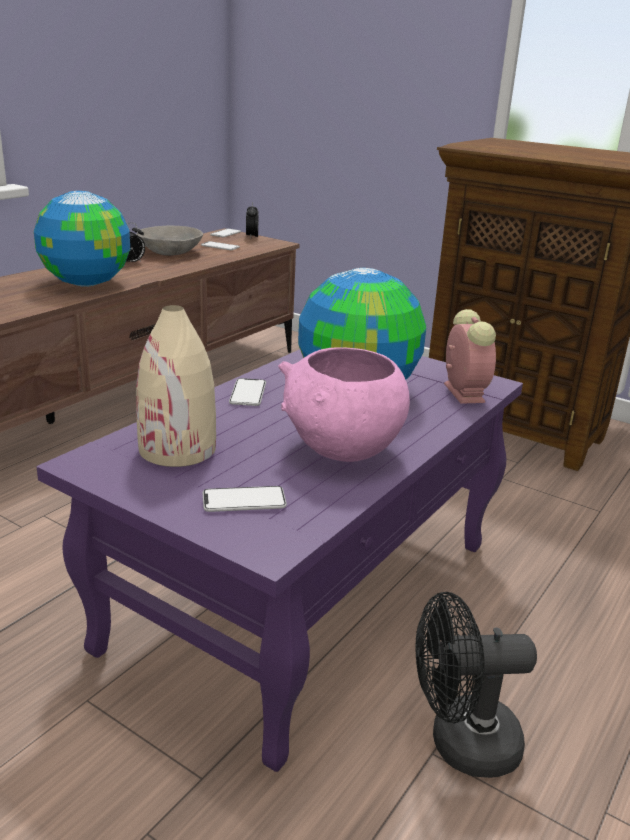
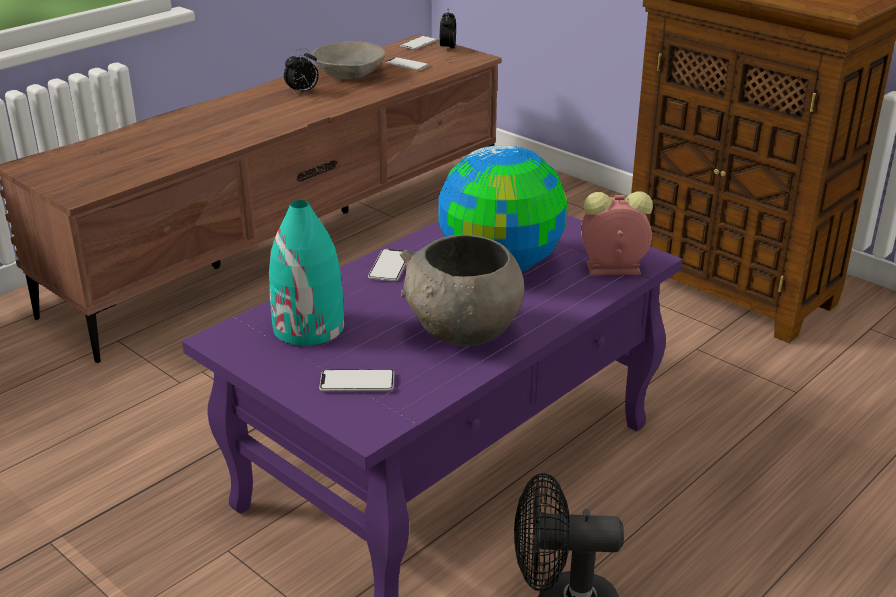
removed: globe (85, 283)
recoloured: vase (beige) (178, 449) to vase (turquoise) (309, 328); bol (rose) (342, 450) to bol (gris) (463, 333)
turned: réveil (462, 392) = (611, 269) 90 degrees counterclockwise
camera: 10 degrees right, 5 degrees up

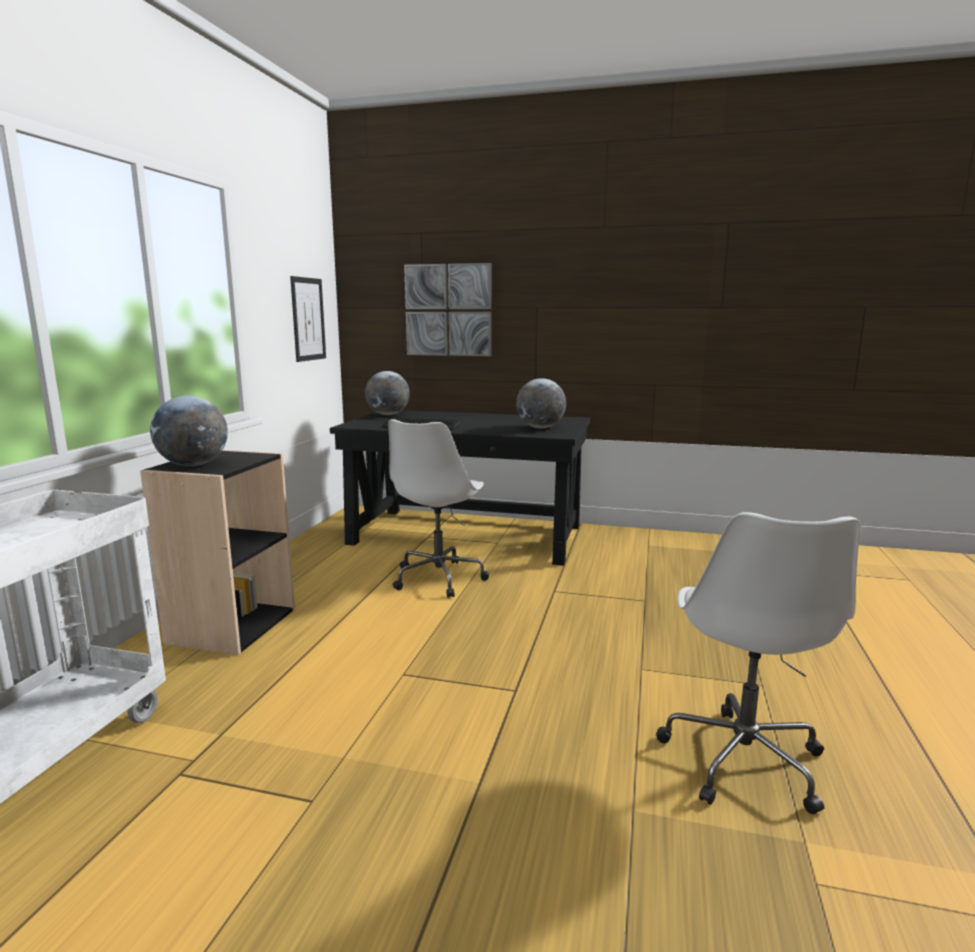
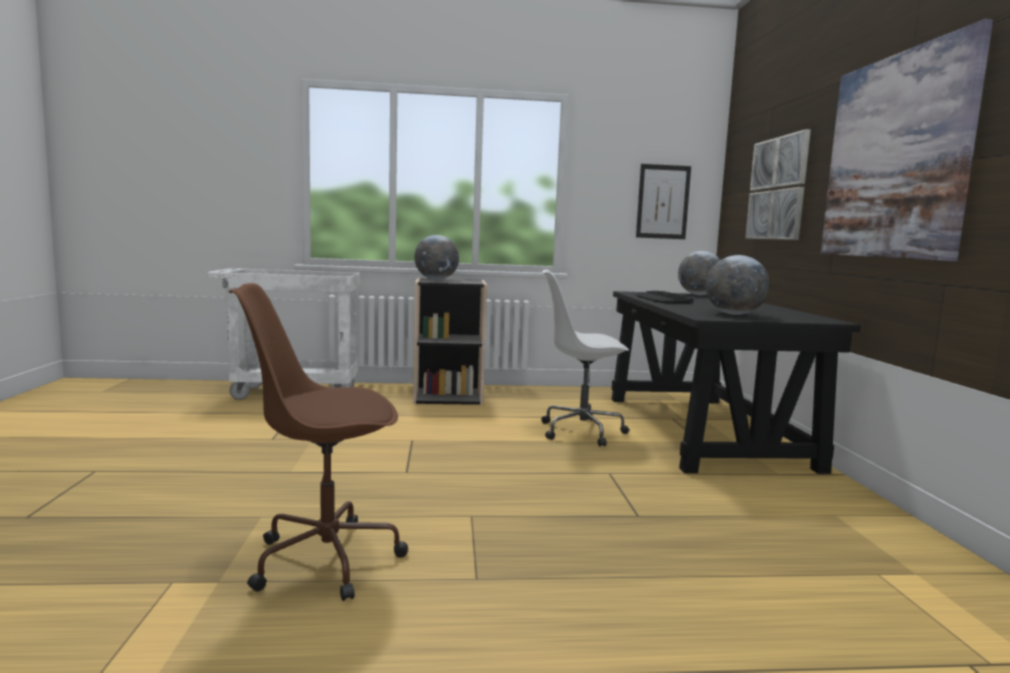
added: tableau (895, 157)
recoloured: chaise de bureau (blanc) (744, 764) to chaise de bureau (marron) (322, 560)
camera: 70 degrees right, 5 degrees down

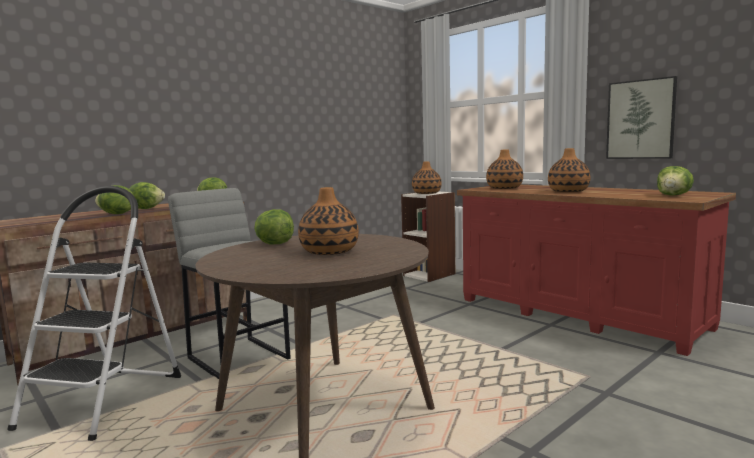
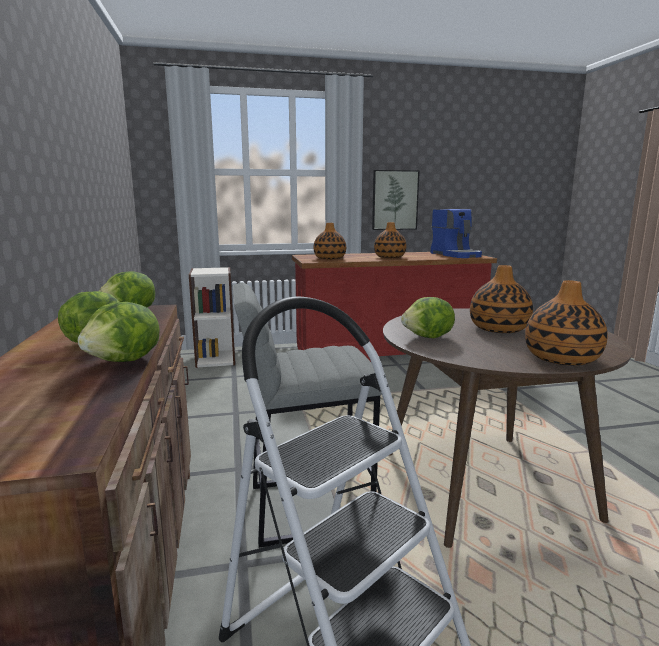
moved: vase (426, 193) to (561, 359)
replaced: laitue (673, 195) to machine à café (456, 255)
camera: 60 degrees left, 5 degrees up

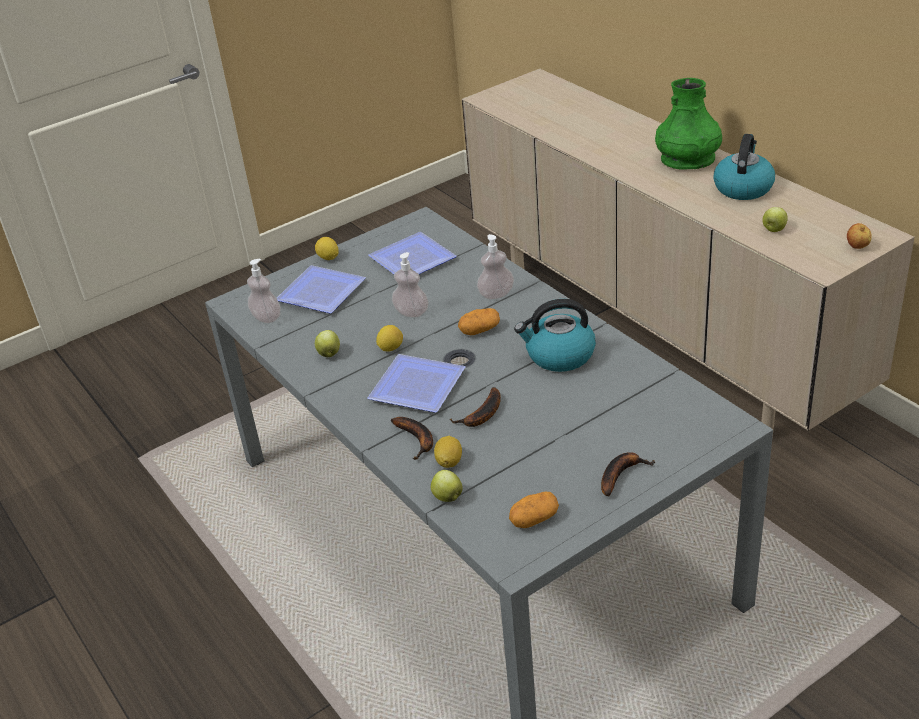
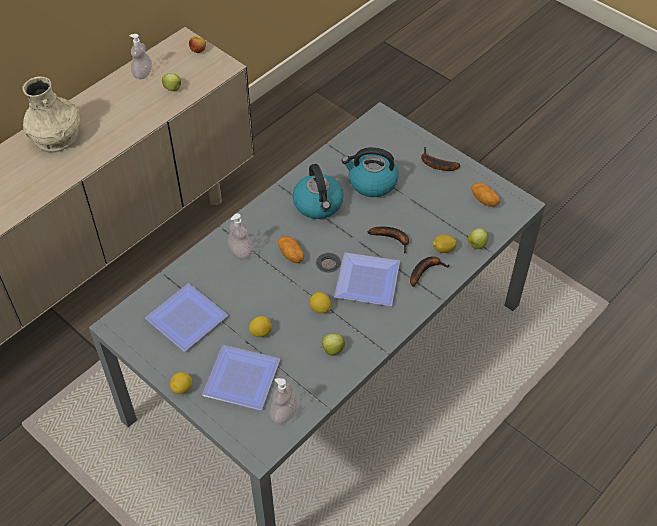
added: citron (260, 332)
moved: distributeur de savon (411, 312) to (142, 74); bouilloire (743, 187) to (371, 183)
recoloured: vase (vert) (688, 160) to vase (beige) (56, 136)
camera: 105 degrees left, 15 degrees up

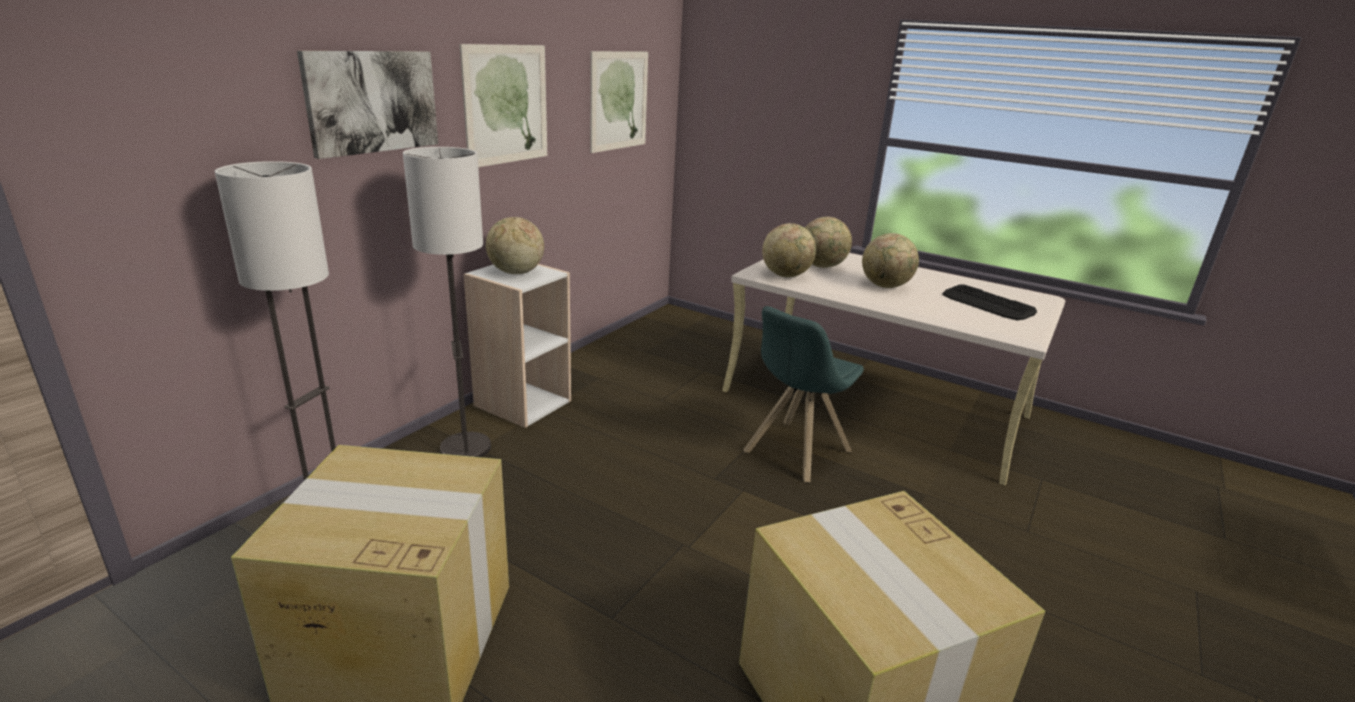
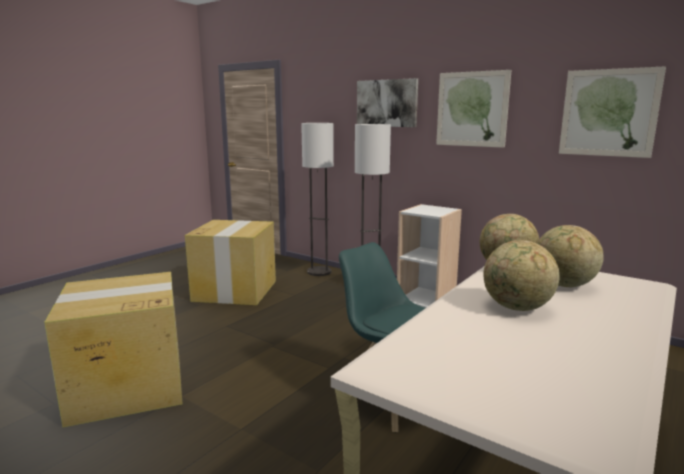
removed: globe (516, 272); clavier (987, 304)
camera: 95 degrees right, 10 degrees down

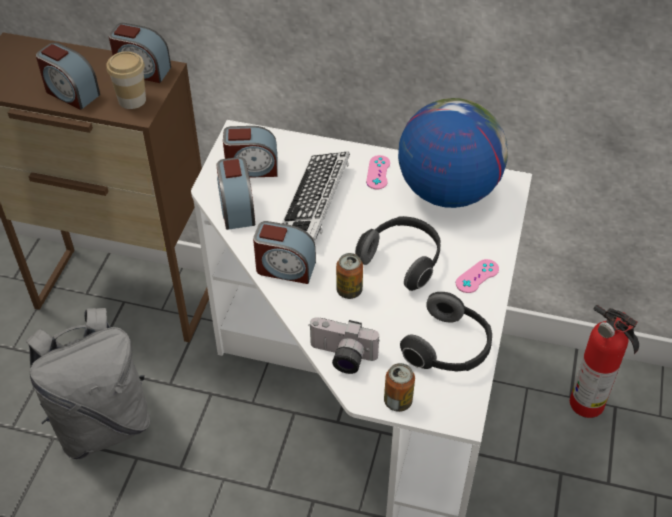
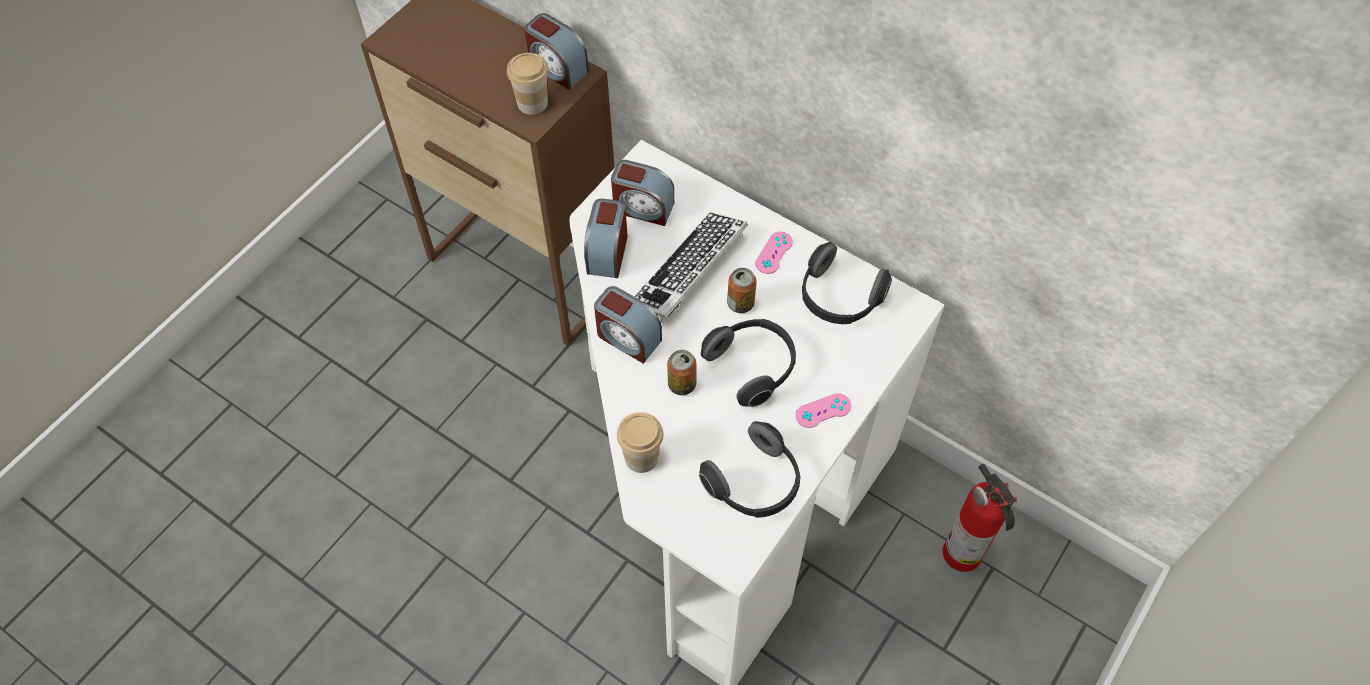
removed: sac à dos (gris) (102, 423); réveil (71, 93)
moved: boîte métallique (398, 401) to (740, 303)
replaced: appareil photo (341, 357) to tasse (641, 457); globe (447, 191) to casque audio (838, 299)
camera: 20 degrees right, 10 degrees up

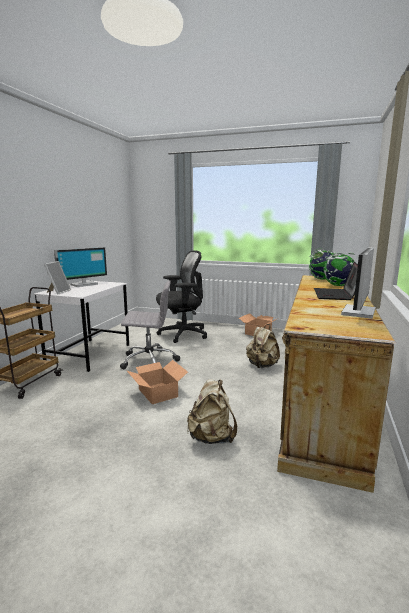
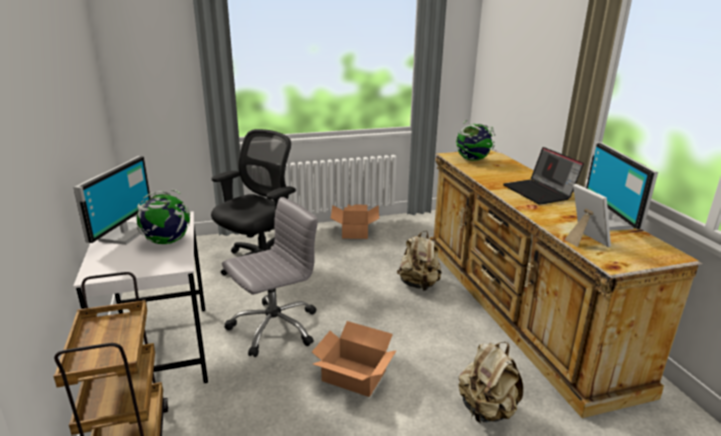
moved: globe (338, 286) to (167, 242); cadre photo (58, 292) to (584, 240)
camera: 35 degrees left, 10 degrees up

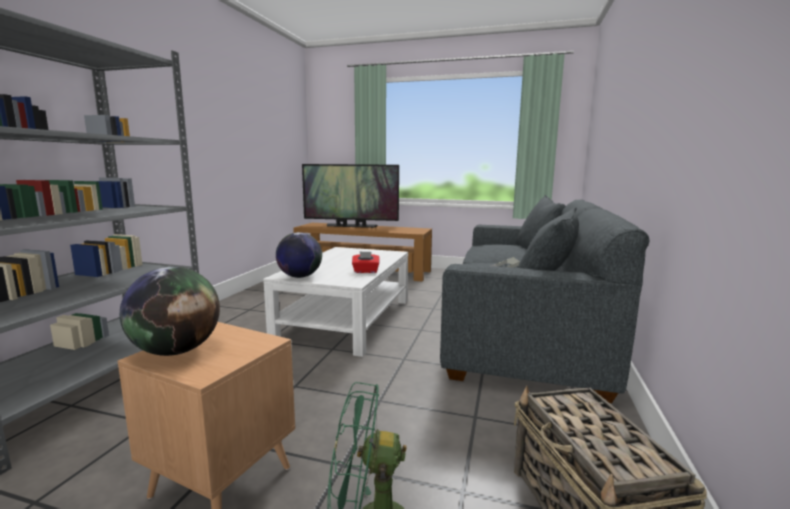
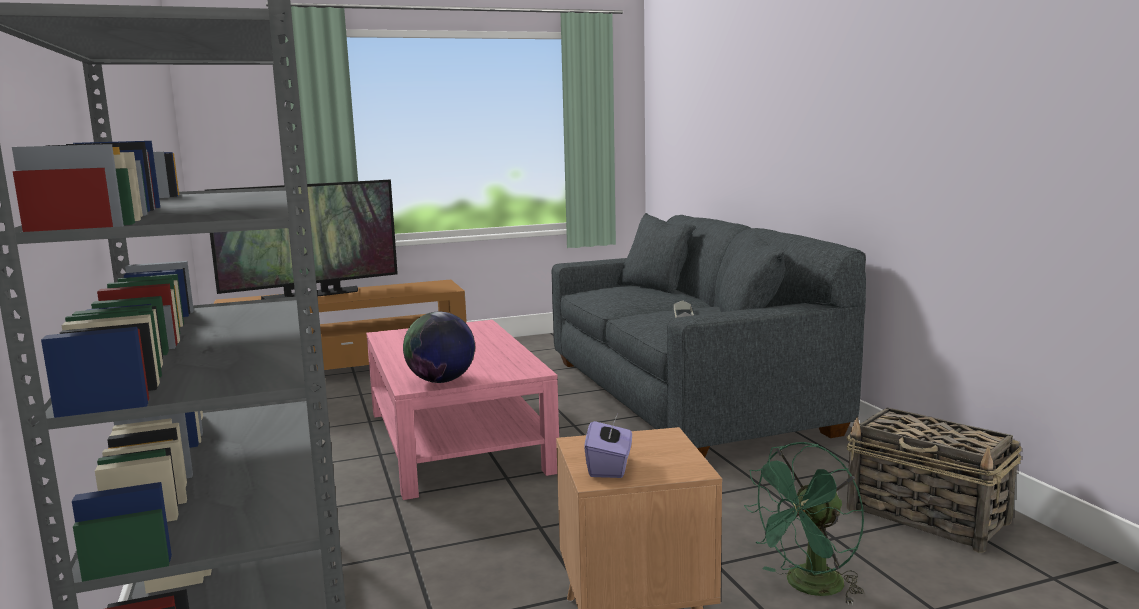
removed: boîte à mouchoirs (rouge) (365, 271)
replaced: globe (176, 351) to boîte à mouchoirs (violet) (609, 467)
recoloured: table basse (blanc) (346, 320) to table basse (rose) (457, 441)
camera: 35 degrees left, 0 degrees up

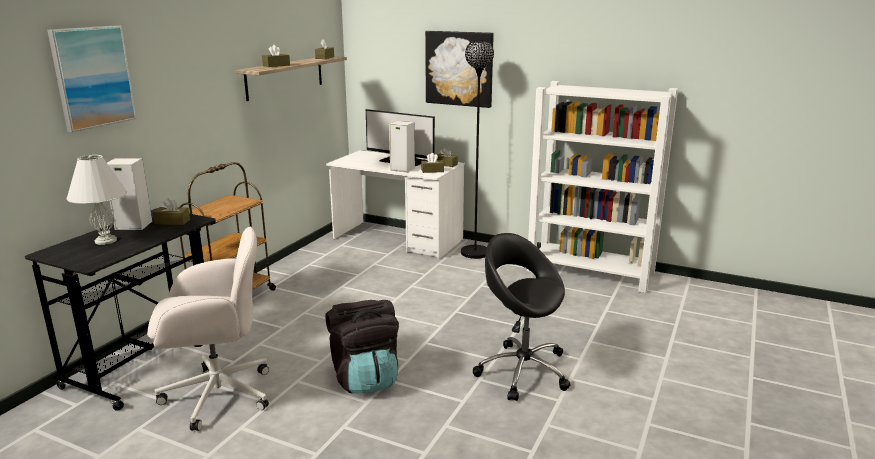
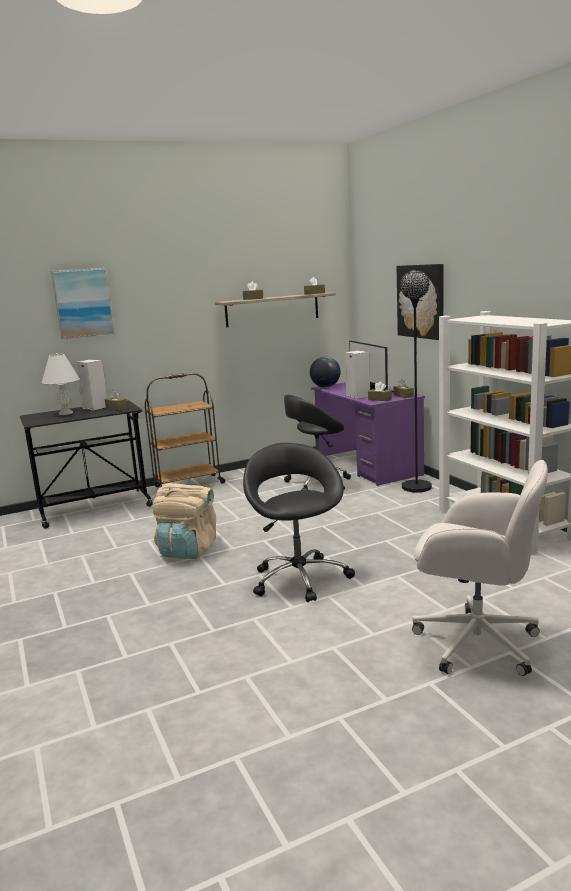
added: chaise de bureau (noir) (317, 483); globe (325, 387)
moved: chaise de bureau (blanc) (218, 396) to (476, 644)
recoloured: sac à dos (noir) (365, 378) to sac à dos (beige) (188, 550); bureau (blanc) (398, 239) to bureau (violet) (367, 466)
camera: 40 degrees right, 5 degrees down

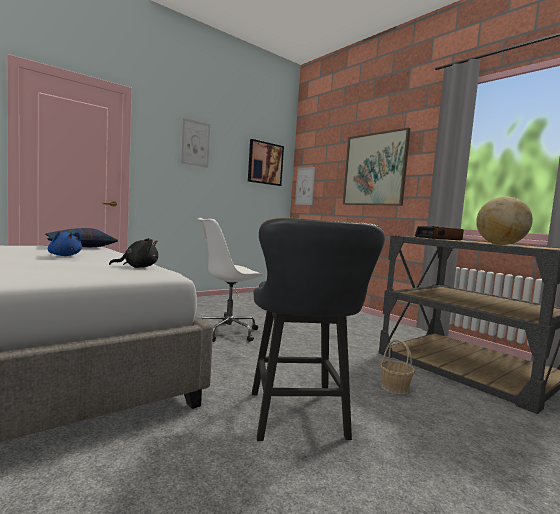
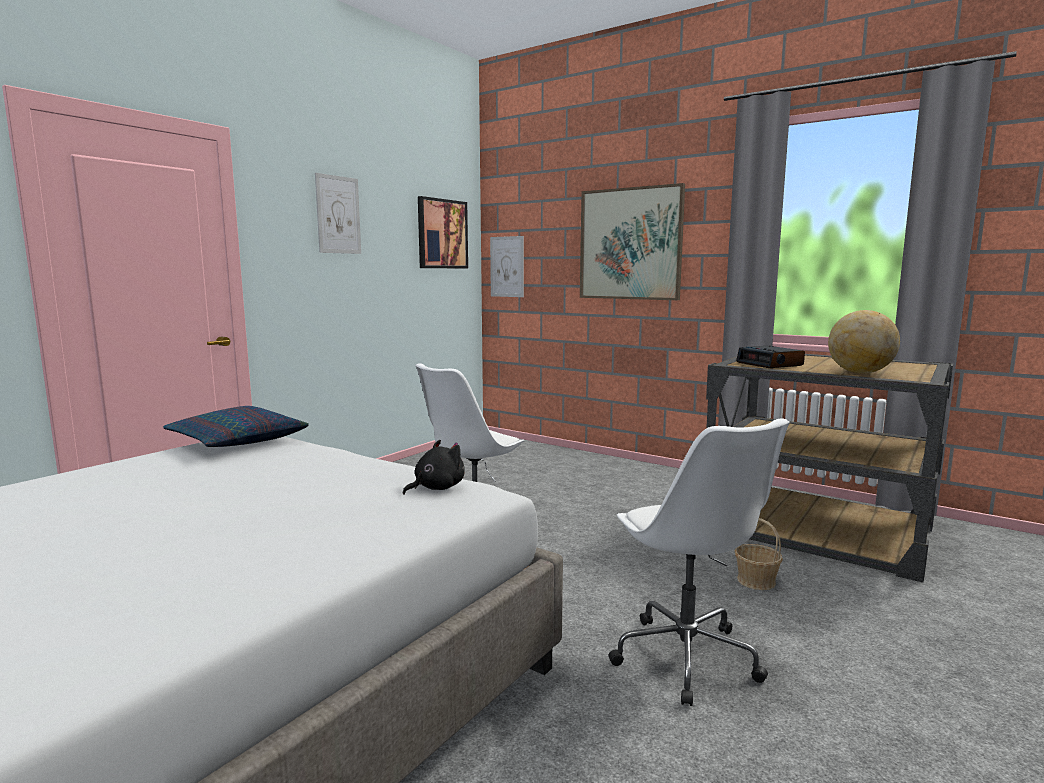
removed: peluche (bleu) (64, 255)
replaced: tabouret (gris) (299, 422) to chaise de bureau (blanc) (688, 660)
camera: 15 degrees left, 5 degrees up

